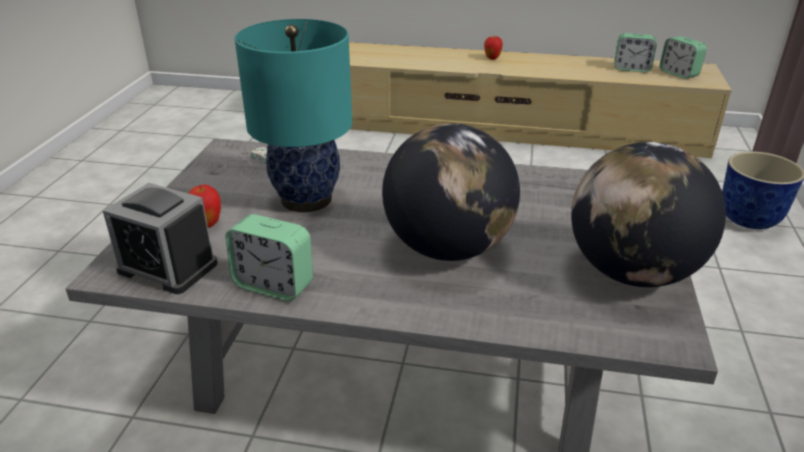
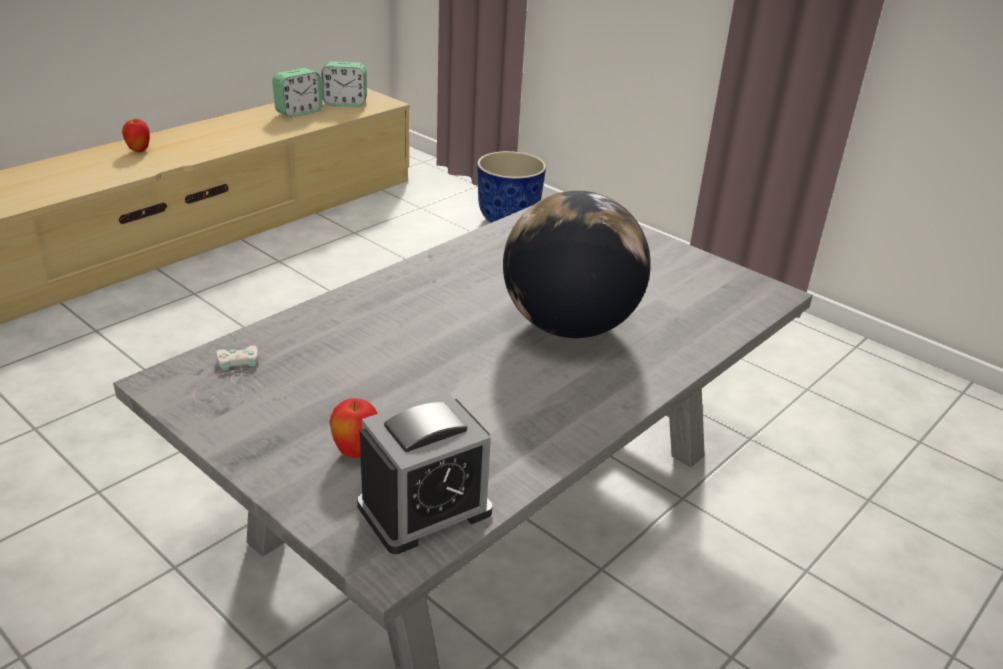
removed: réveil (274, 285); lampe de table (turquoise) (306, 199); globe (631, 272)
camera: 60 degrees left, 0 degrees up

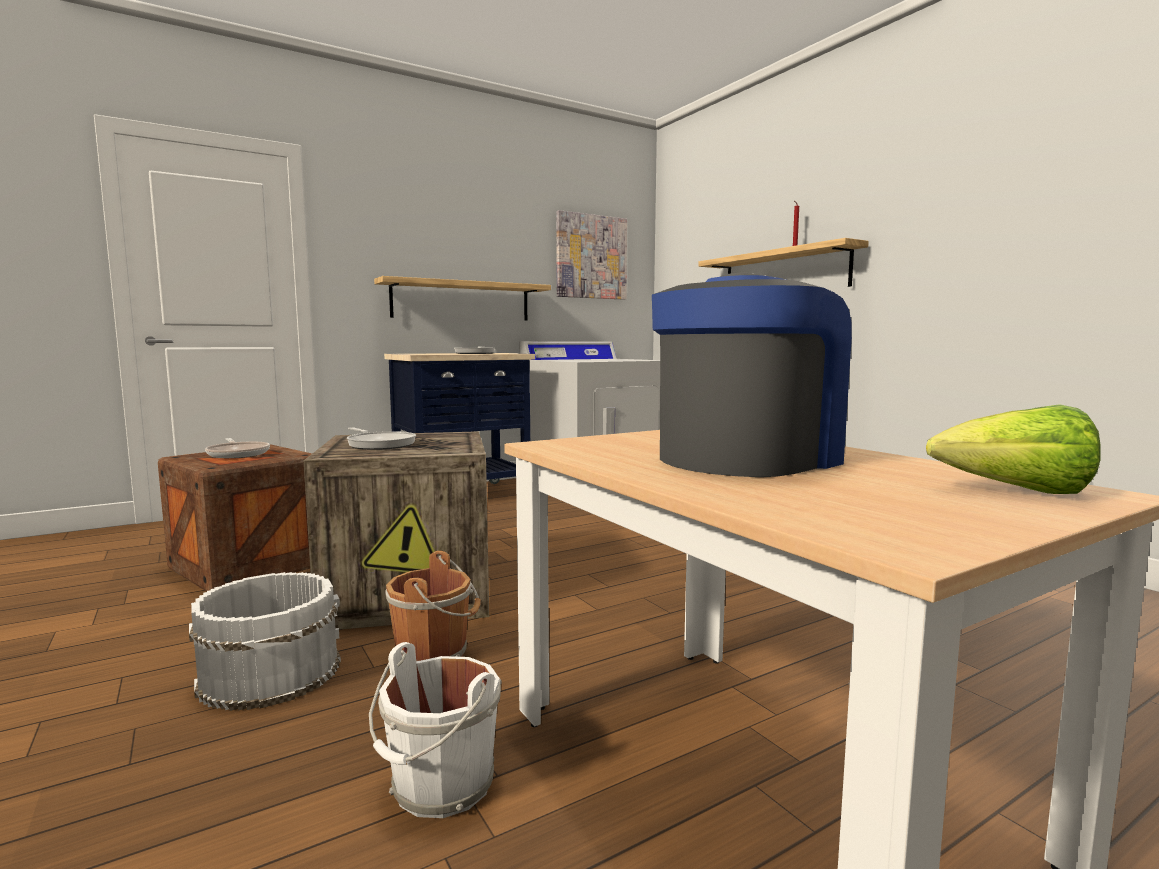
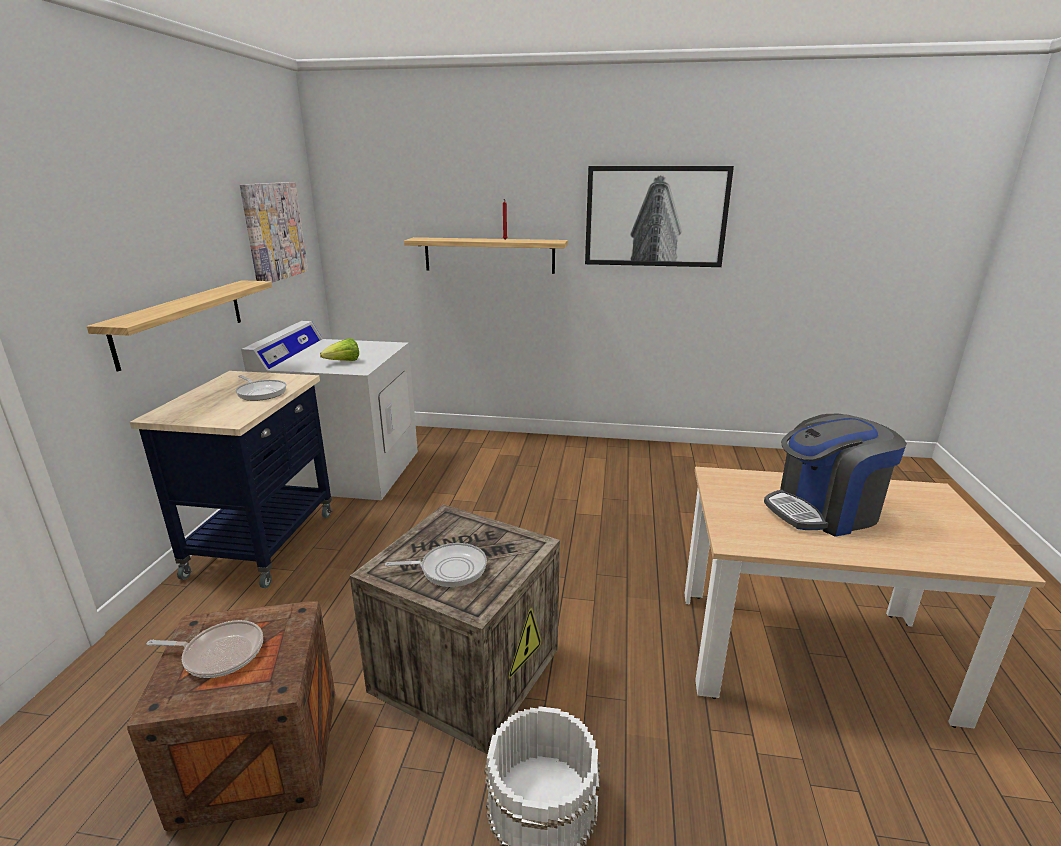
removed: seau (blanc) (440, 787); seau (marron) (435, 653)
added: tableau (655, 217)
moved: laitue (1016, 492) to (343, 362)
turned: machine à café (749, 458) = (824, 511) 105 degrees counterclockwise
camera: 50 degrees left, 15 degrees up

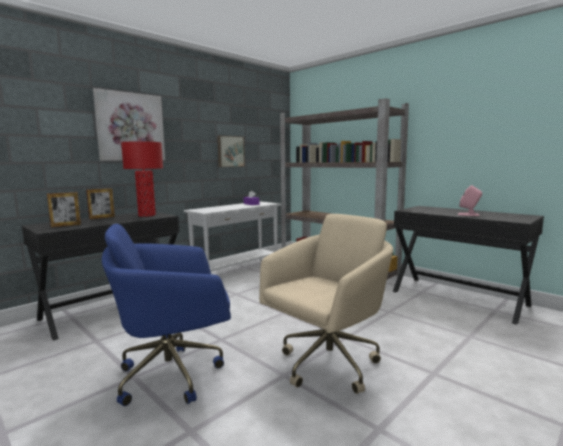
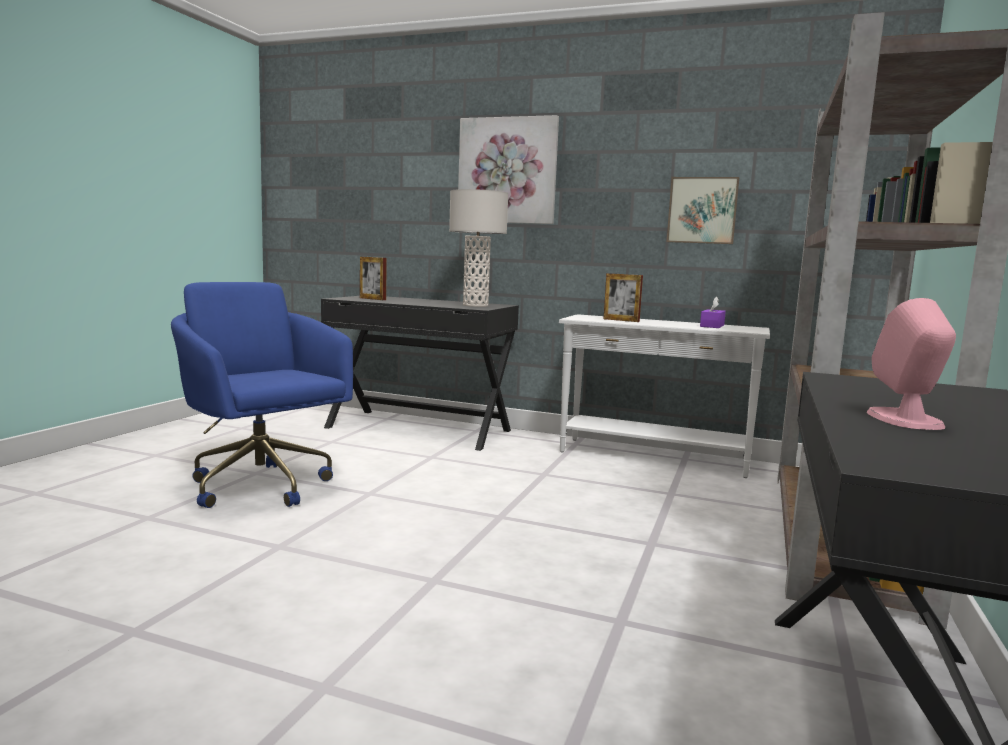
removed: chaise de bureau (beige) (326, 367)
moved: cadre photo (102, 217) to (621, 320)
recoloured: lampe de table (rouge) (146, 215) to lampe de table (blanc) (475, 305)
camera: 65 degrees right, 0 degrees up

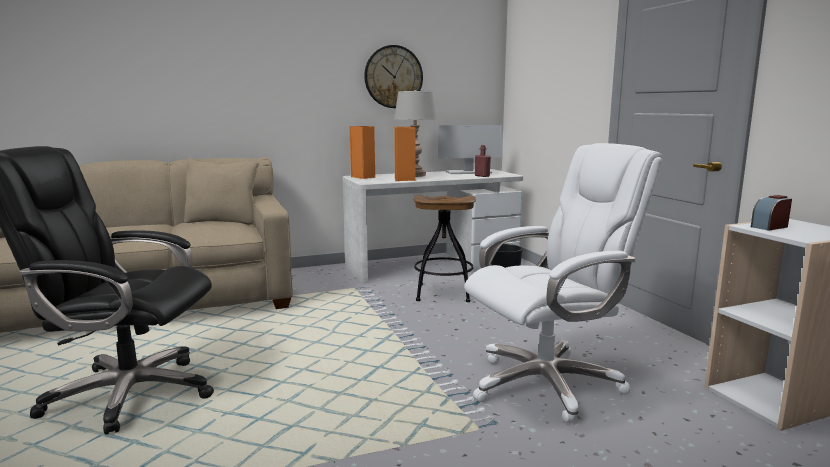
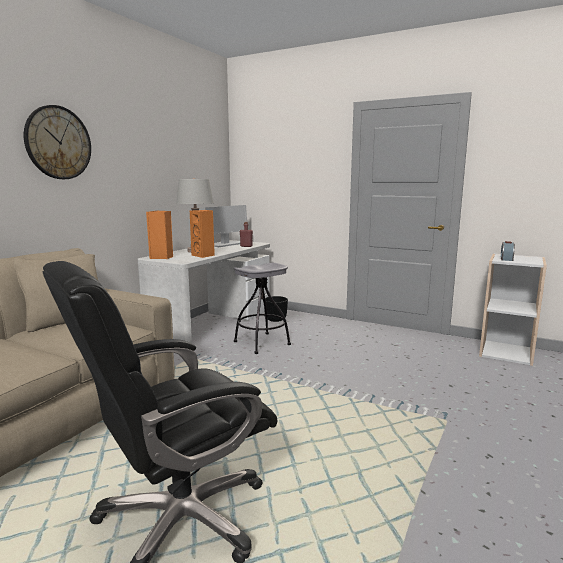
removed: chaise de bureau (blanc) (547, 383)
moved: horloge murale (393, 77) to (58, 143)
recoloured: tabouret (marron) (443, 292) to tabouret (gris) (261, 343)
camera: 40 degrees left, 0 degrees up

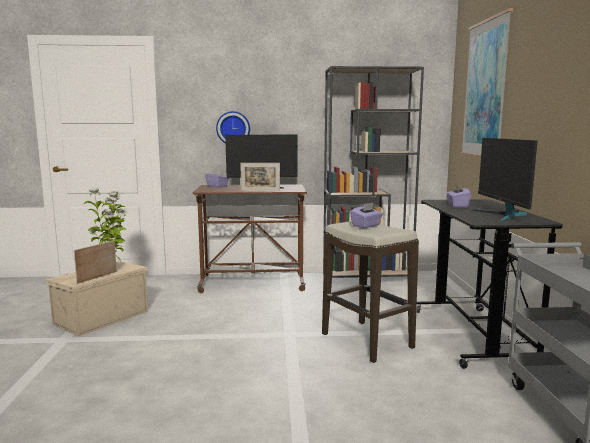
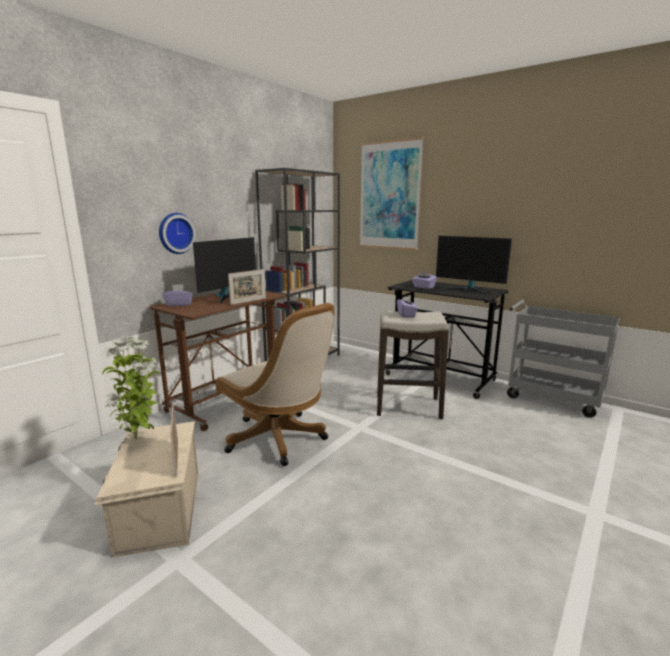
added: chaise de bureau (281, 440)
camera: 50 degrees left, 5 degrees up

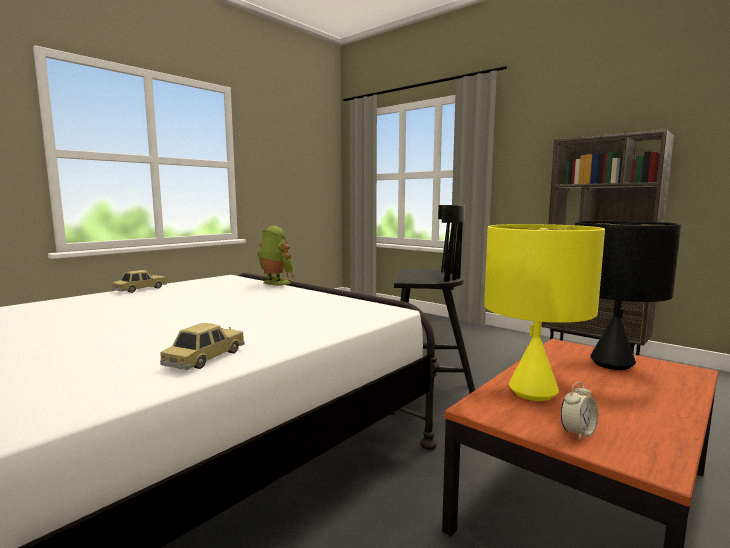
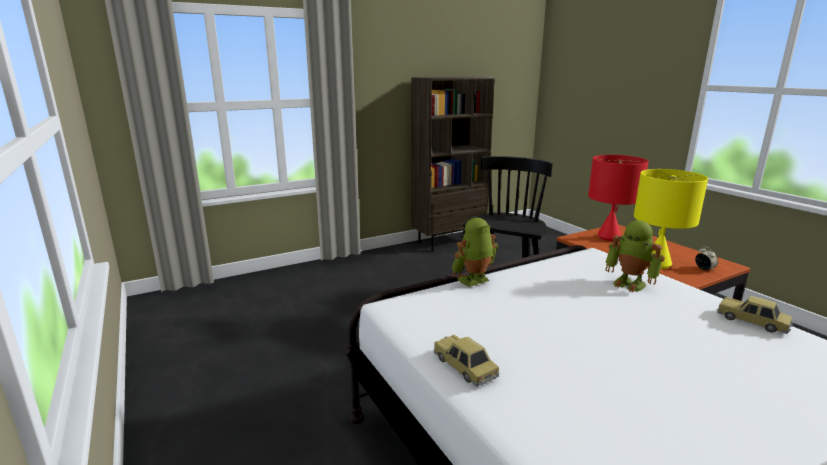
added: robot jouet (630, 283)
recoloured: lampe de table (noir) (611, 364) to lampe de table (rouge) (608, 238)
camera: 70 degrees left, 10 degrees up

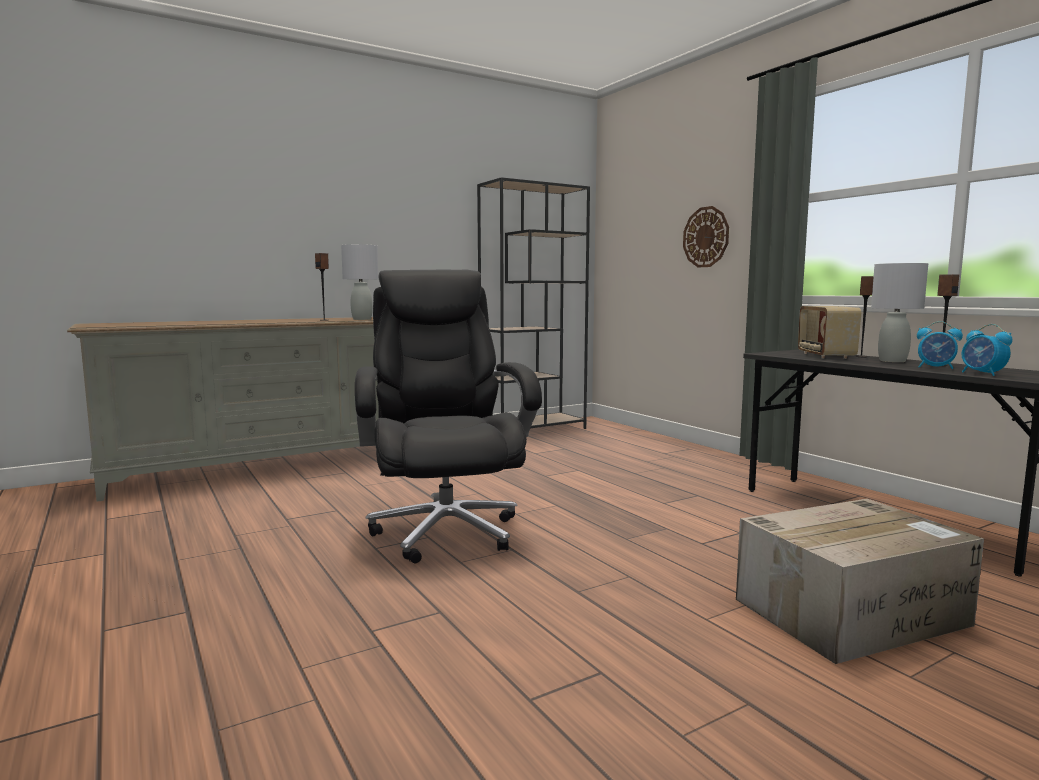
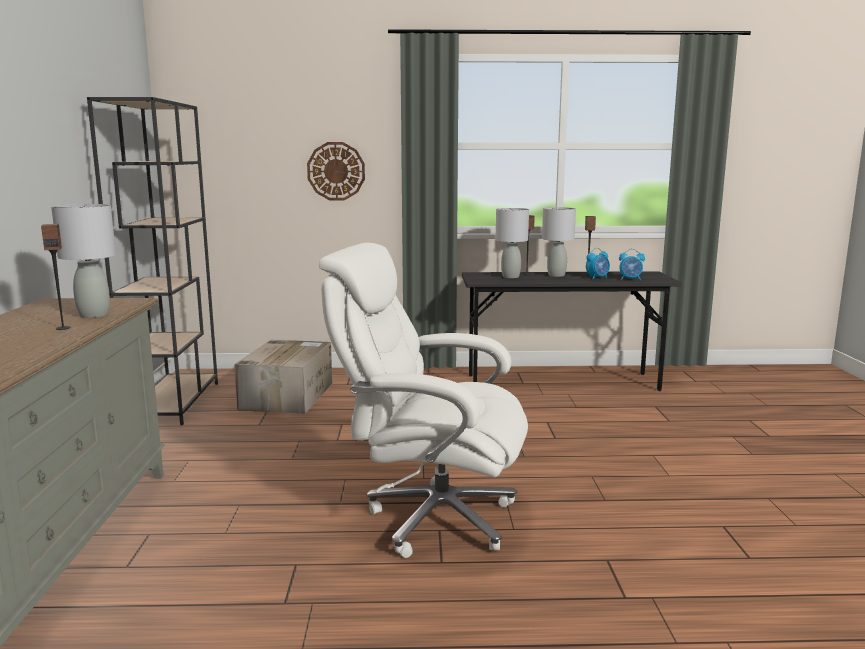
moved: carton (851, 611) to (287, 395)
replaced: radio (824, 356) to lampe de table (gris) (511, 276)
recoloured: chaise de bureau (noir) (445, 531) to chaise de bureau (blanc) (432, 518)
camera: 60 degrees left, 5 degrees up

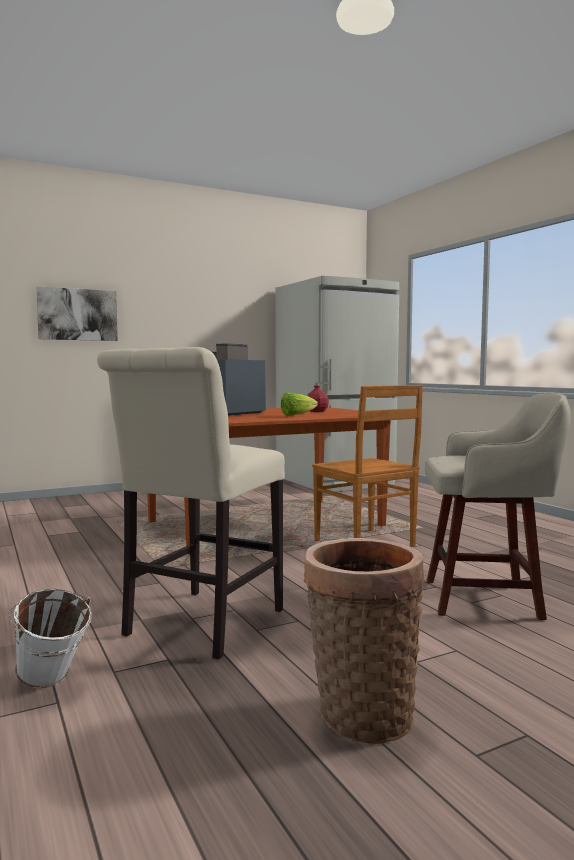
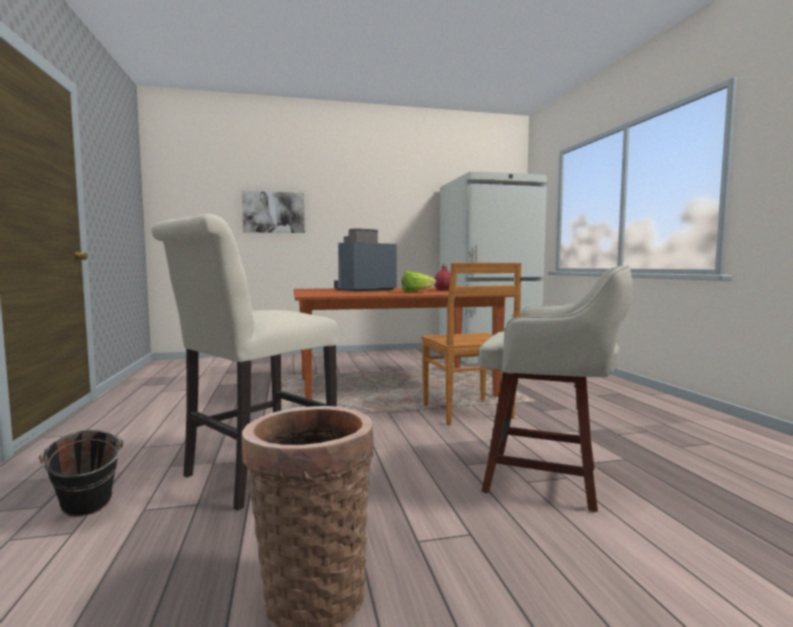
recoloured: seau (blanc) (52, 684) to seau (noir) (86, 514)
camera: 15 degrees right, 0 degrees up

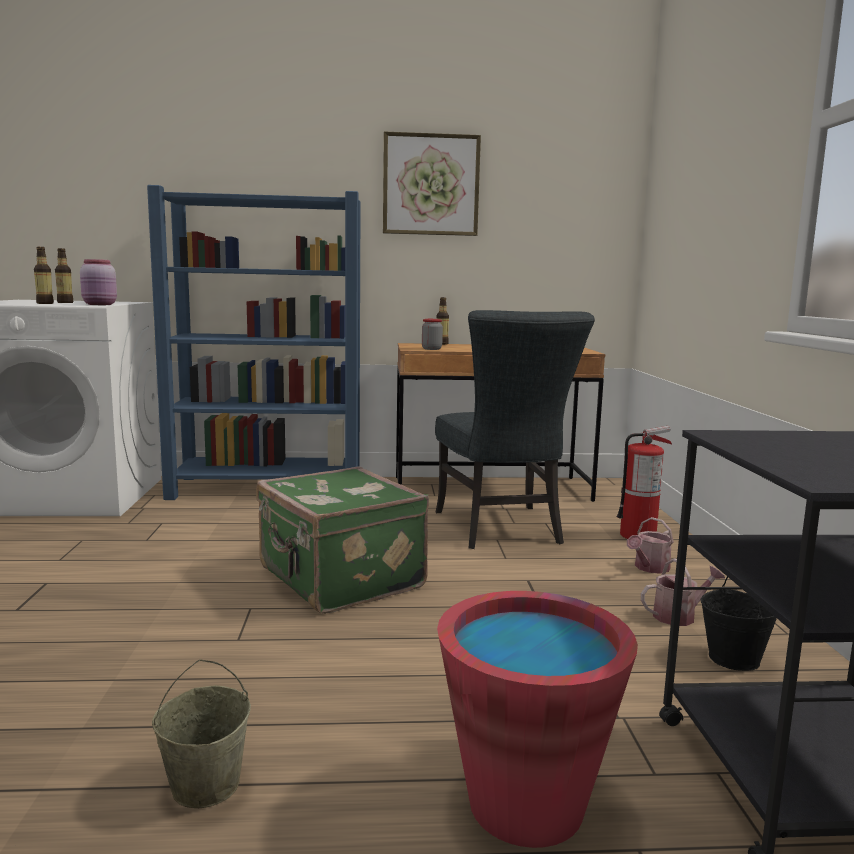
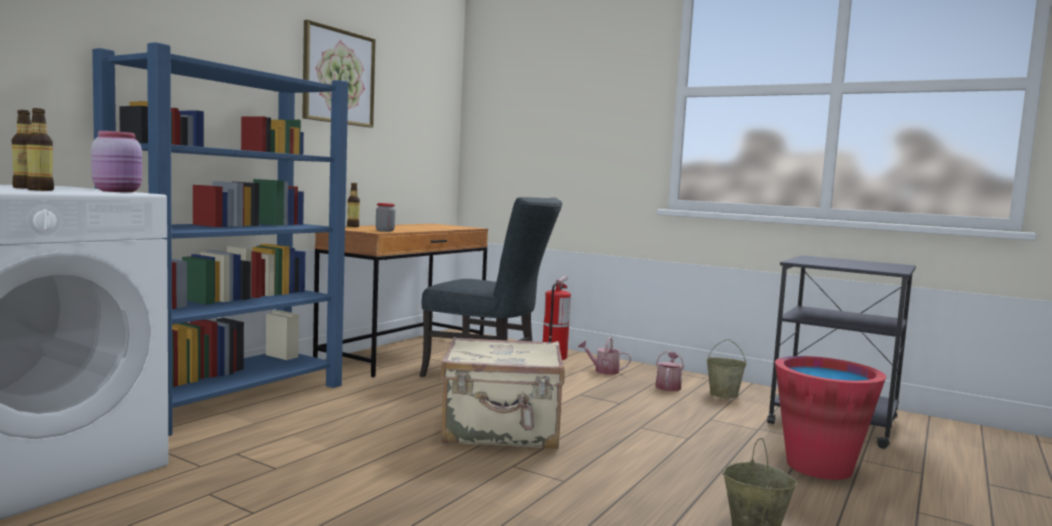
recoloured: valise (vert) (339, 579) to valise (beige) (502, 431); seau (noir) (734, 659) to seau (beige) (724, 394)
turned: arrosoir (649, 568) = (603, 370) 120 degrees clockwise
camera: 55 degrees left, 5 degrees down

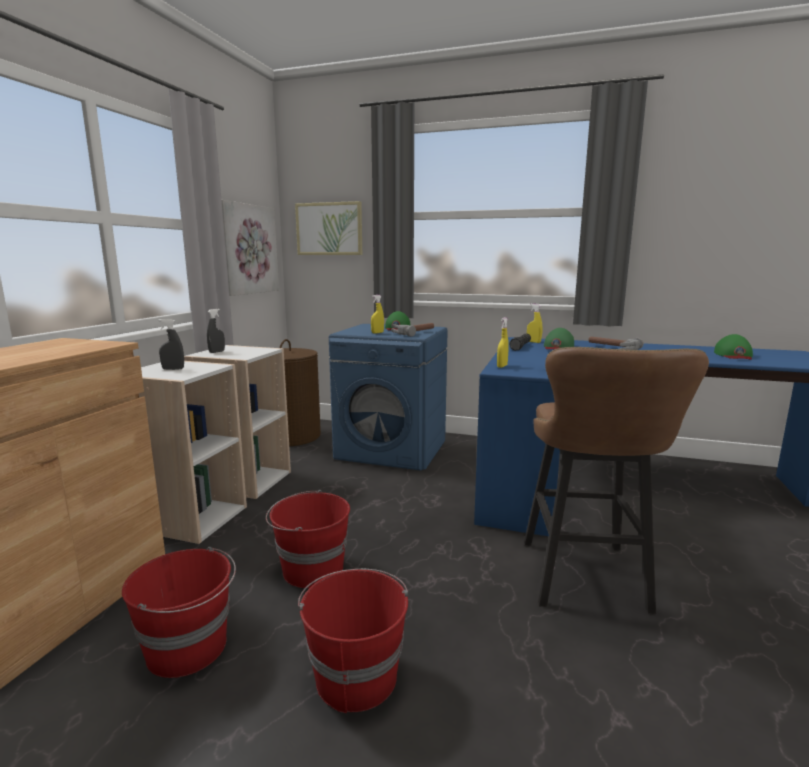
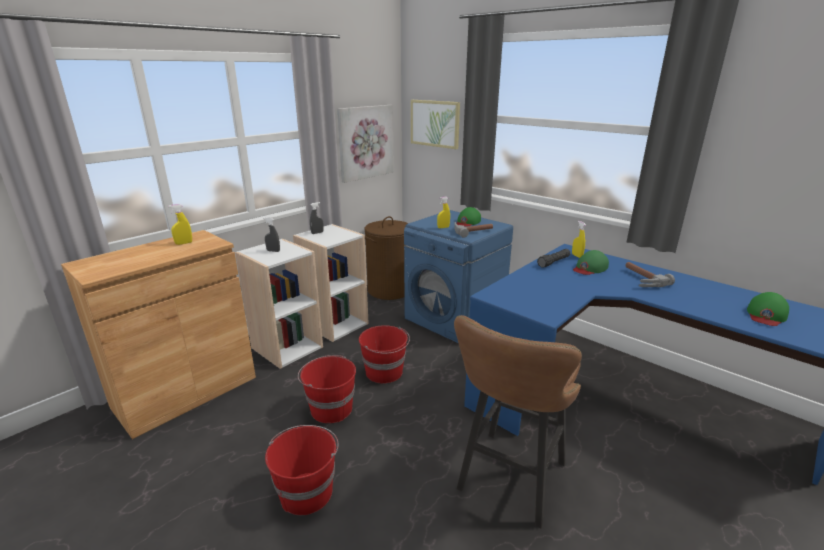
moved: vaporisateur (jaune) (502, 366) to (184, 243); seau (rouge) (189, 648) to (385, 372)
camera: 25 degrees right, 10 degrees up

